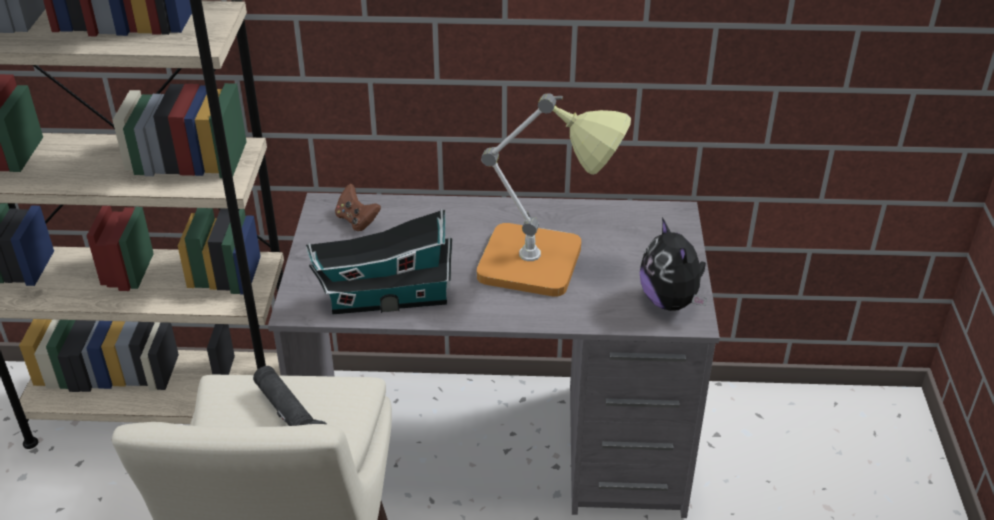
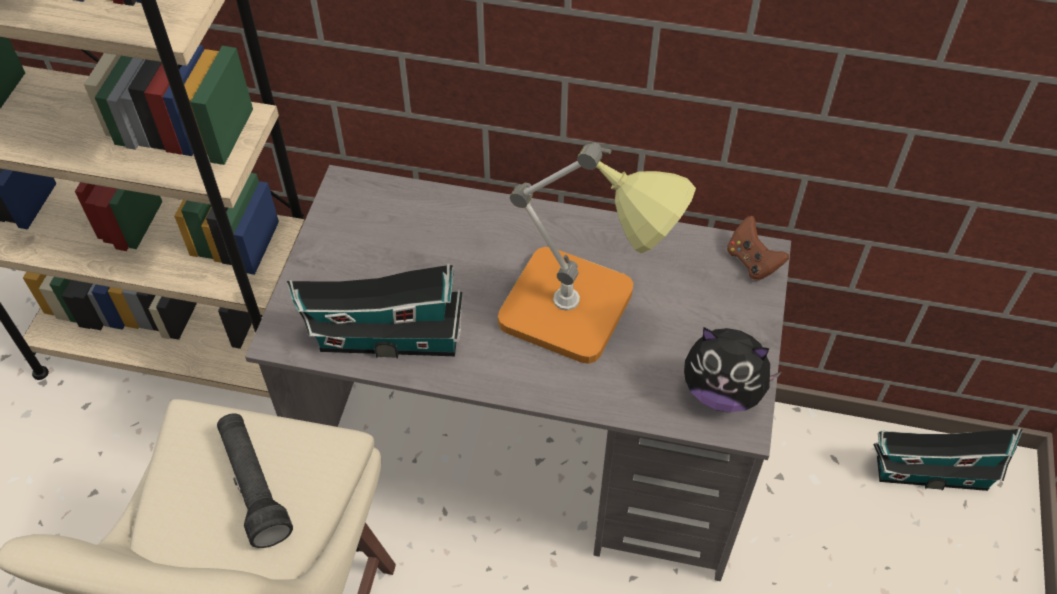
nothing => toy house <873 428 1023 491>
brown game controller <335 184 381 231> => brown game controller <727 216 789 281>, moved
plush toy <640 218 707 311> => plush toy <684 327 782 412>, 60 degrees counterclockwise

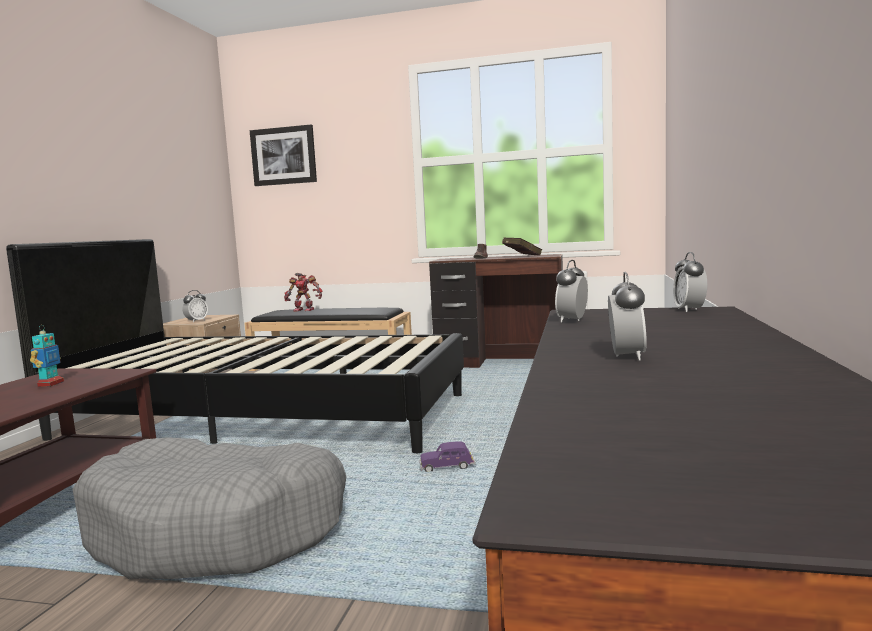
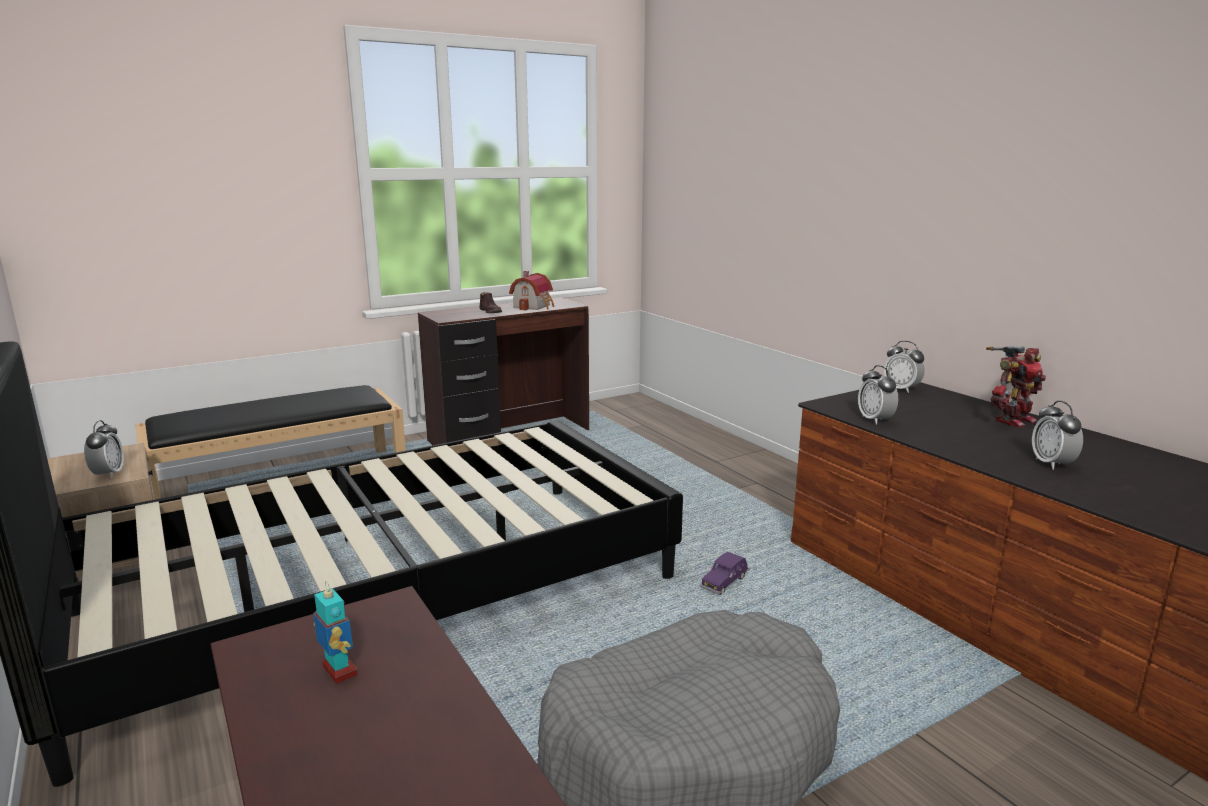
picture <250 124 317 186> => nothing
toy robot <284 273 323 311> => toy robot <986 346 1046 428>, moved
red book <502 238 542 256> => toy house <509 271 554 311>
alarm clock <608 272 647 361> => alarm clock <1032 401 1083 470>, 150 degrees counterclockwise

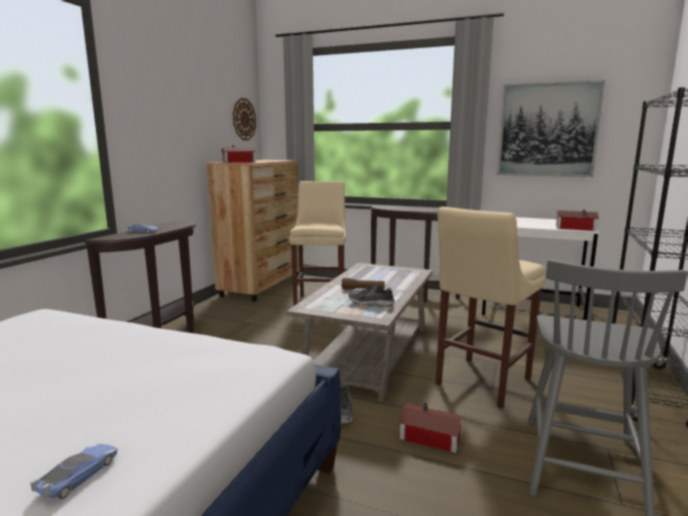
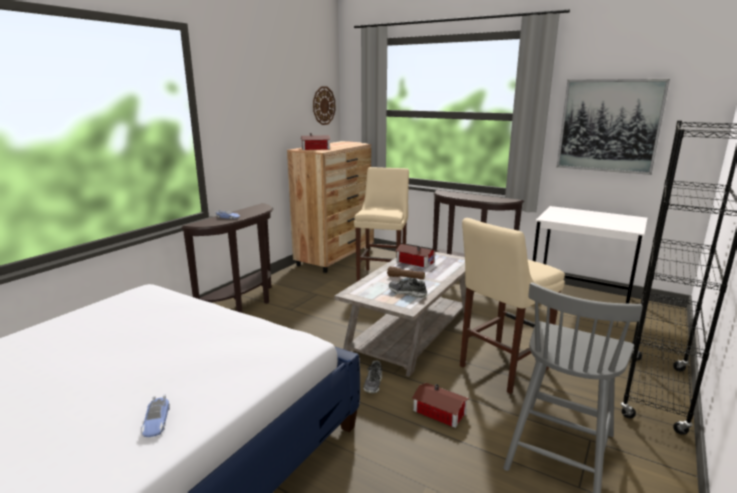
toy house <556 210 599 231> => toy house <396 244 436 268>, moved
toy car <30 444 118 499> => toy car <141 395 170 437>, 135 degrees clockwise

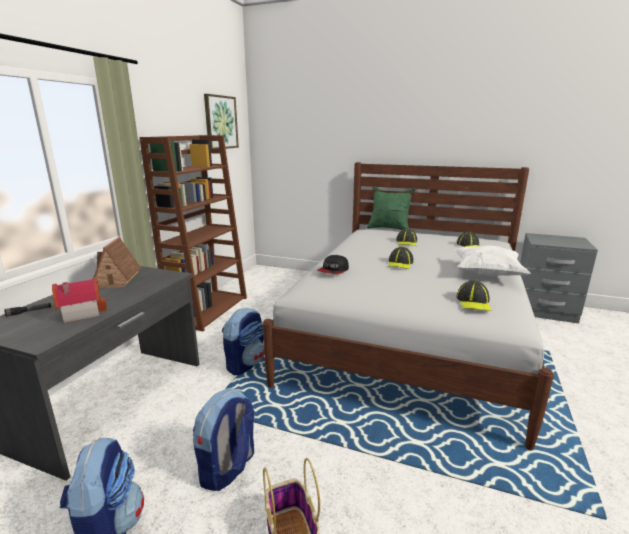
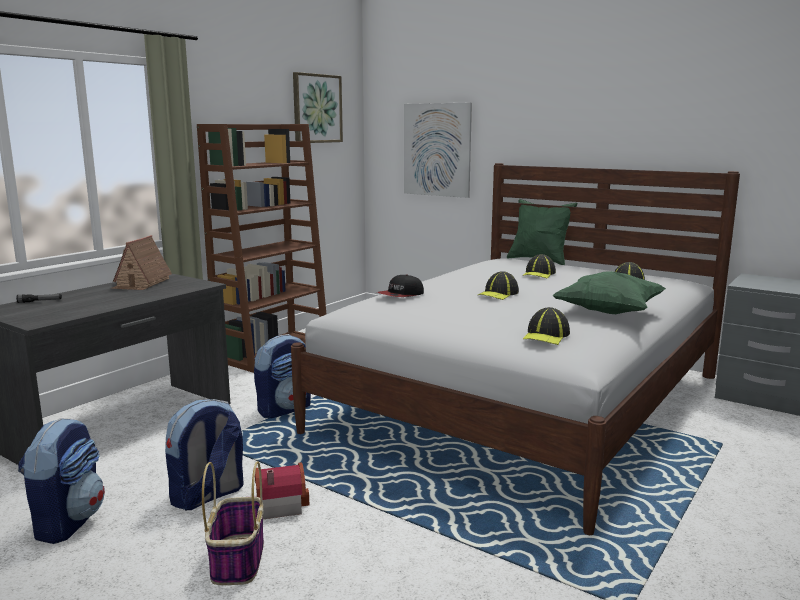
nothing => picture <404 102 472 198>
toy house <52 277 107 323> => toy house <255 462 309 519>, moved
white pillow <455 245 531 276> => green pillow <552 271 666 314>

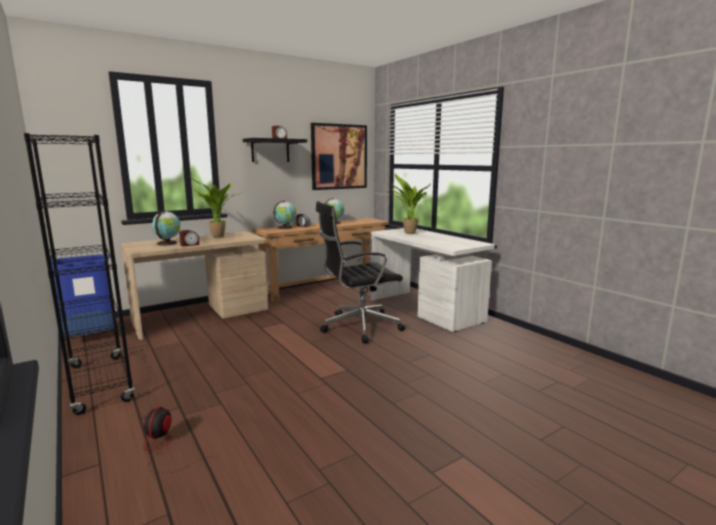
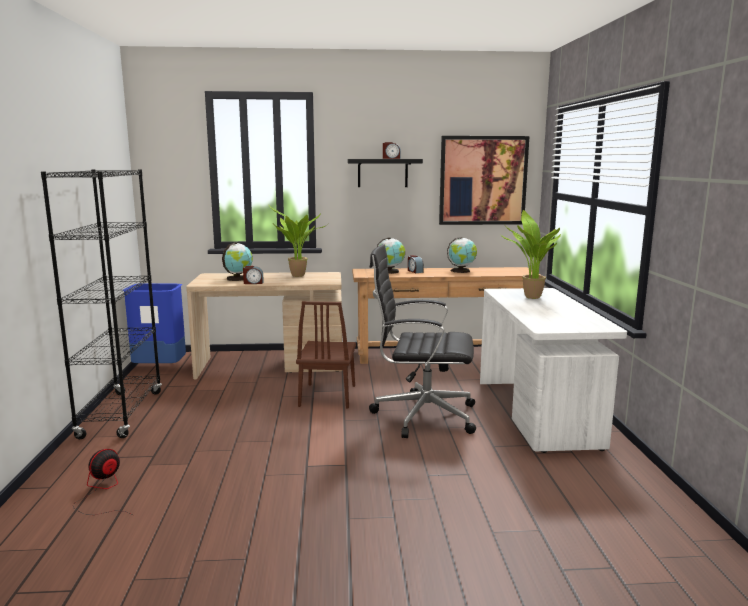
nothing => brown chair <296 301 356 408>

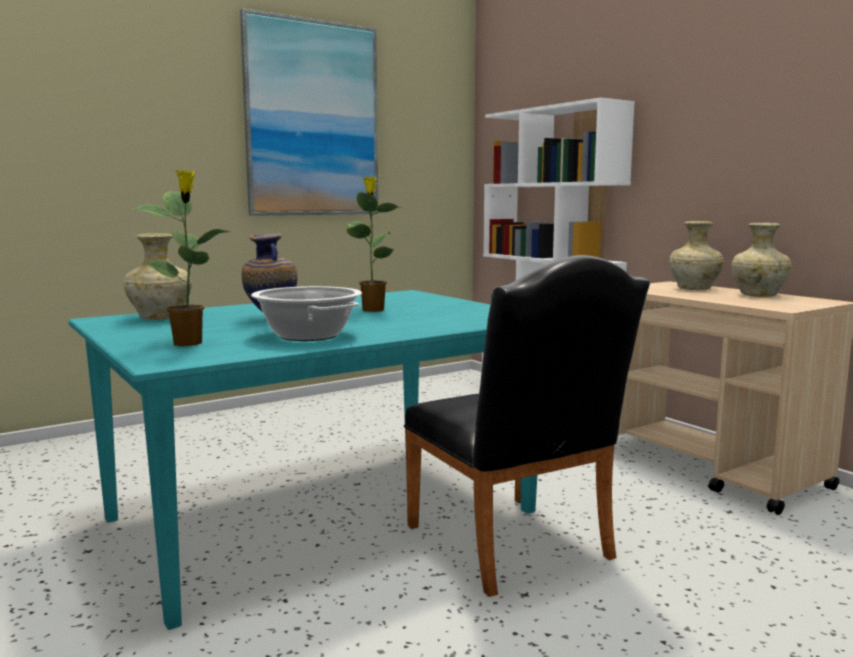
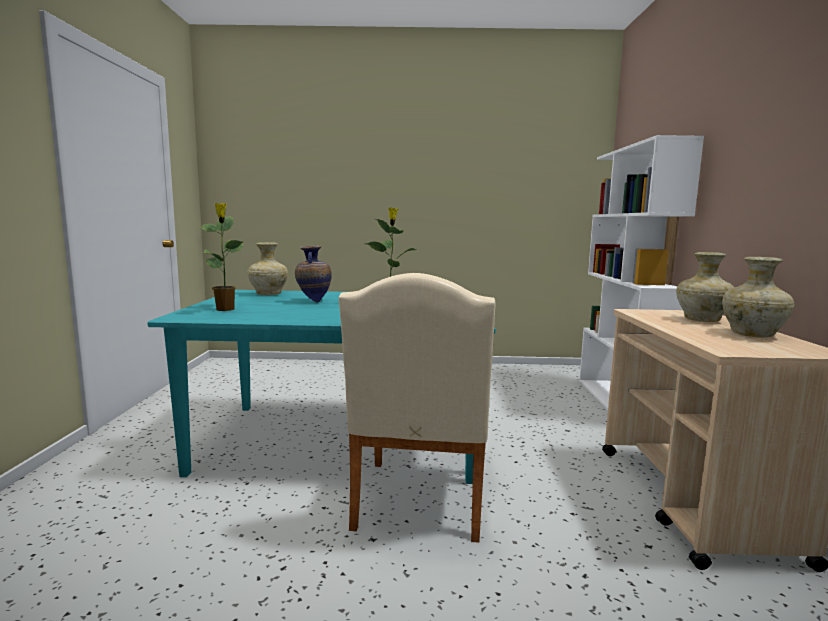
picture <240 8 378 216> => nothing
cooking pot <251 286 362 341> => nothing
black chair <404 255 650 597> => beige chair <339 273 495 543>

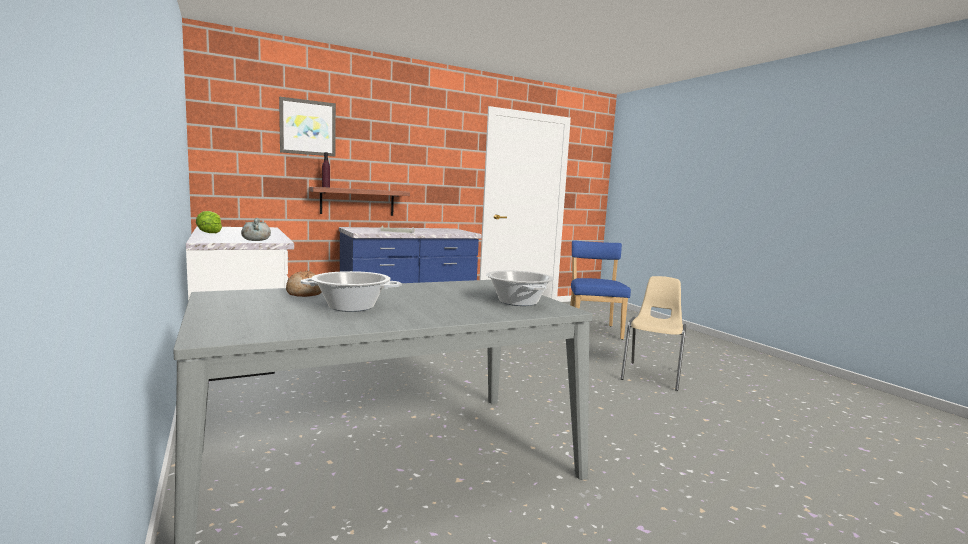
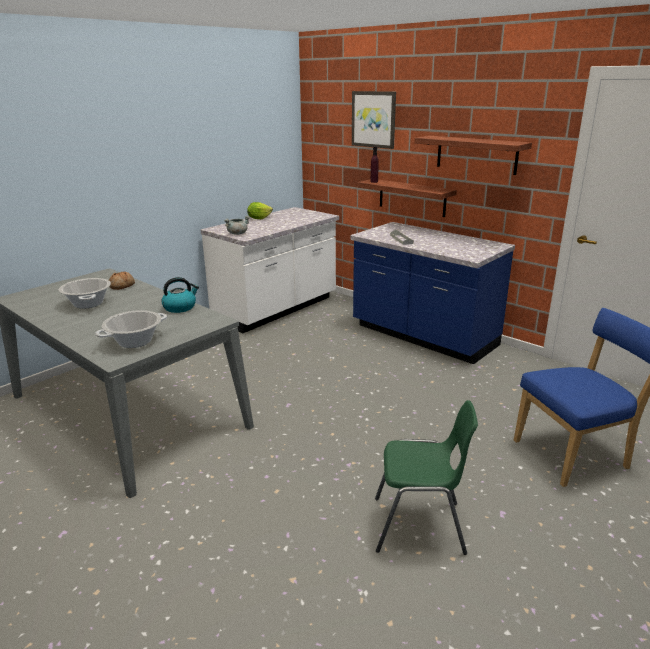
nothing => kettle <161 277 199 313>
nothing => shelf <415 136 532 175>
beige chair <621 276 686 391> => green chair <375 400 478 555>

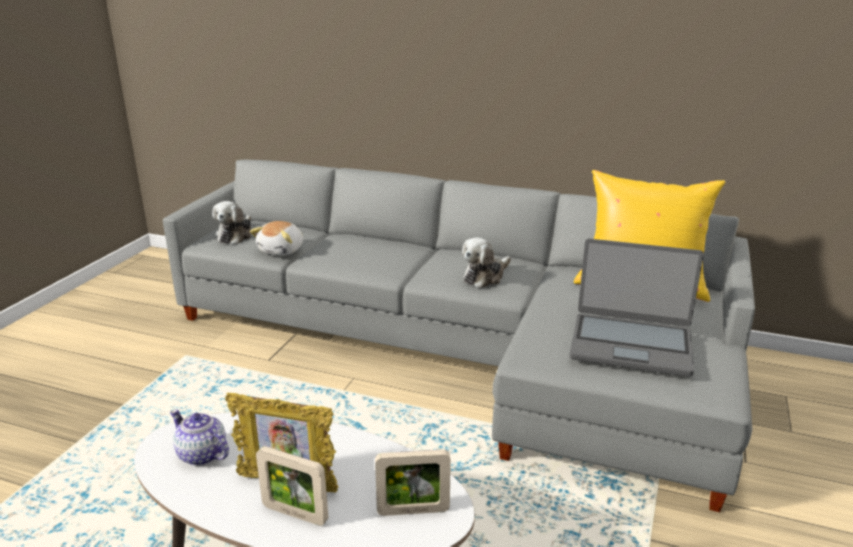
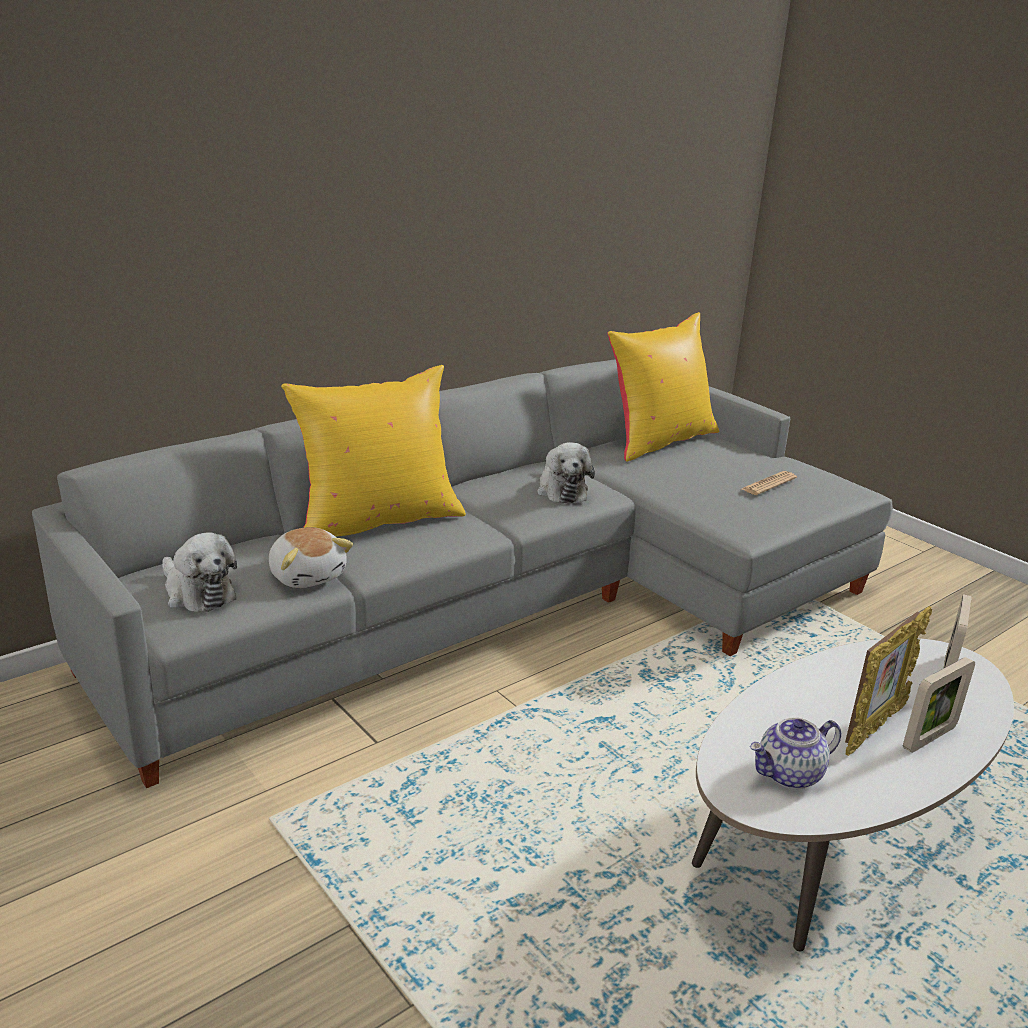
nothing => yellow pillow <281 365 466 537>
laptop <569 239 704 377> => newspaper <742 471 797 495>

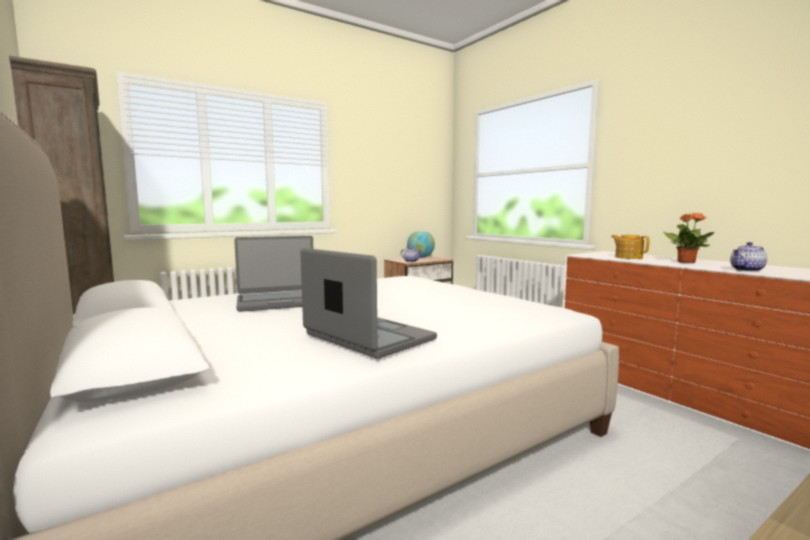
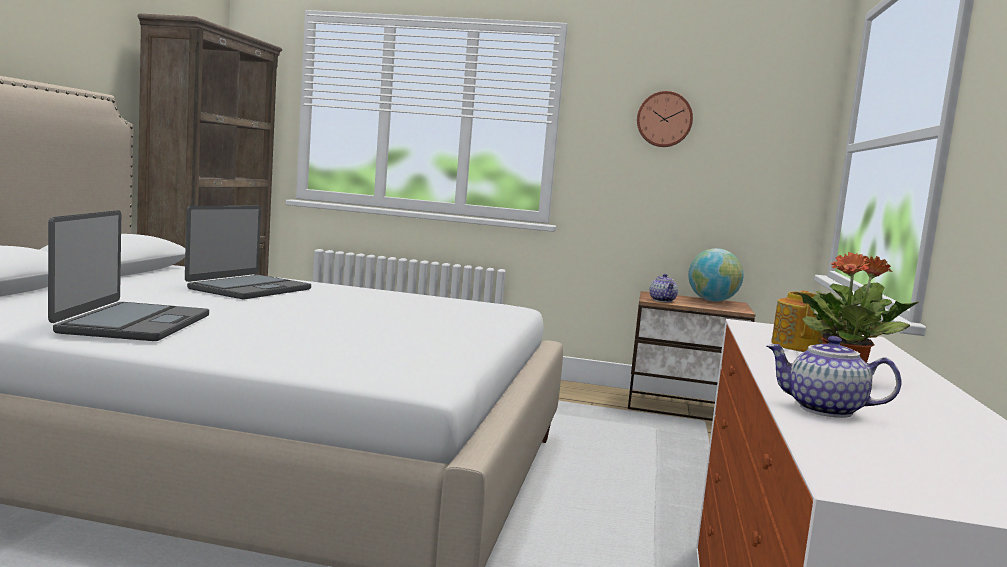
nothing => wall clock <637 91 693 147>
laptop <234 236 313 312> => laptop <185 206 311 299>, 90 degrees counterclockwise

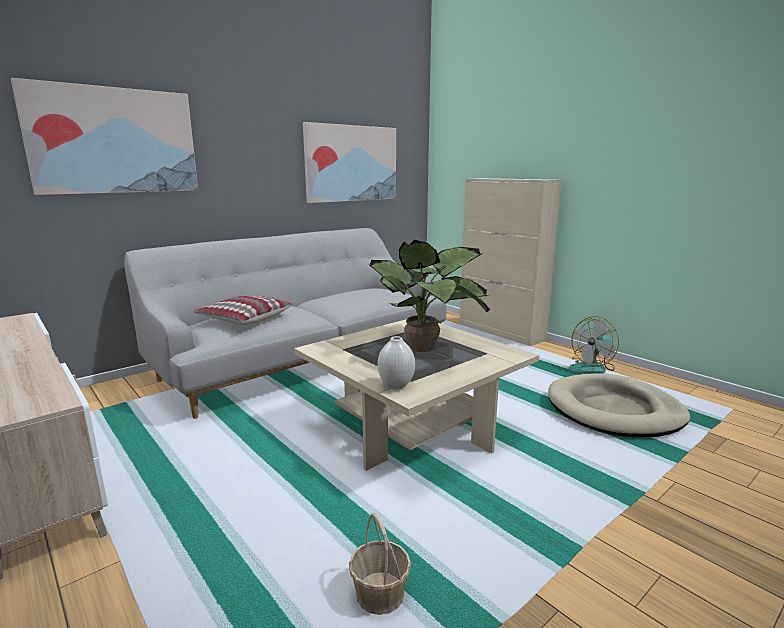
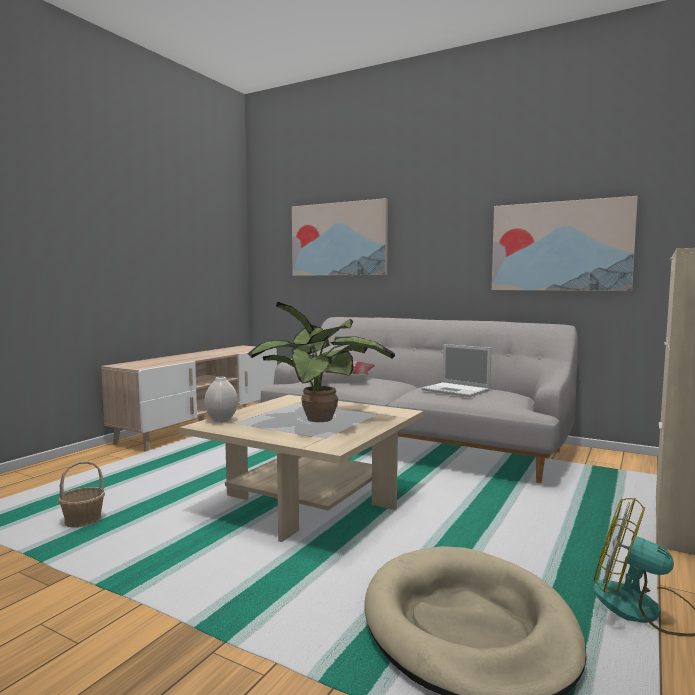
nothing => laptop <422 344 492 397>

